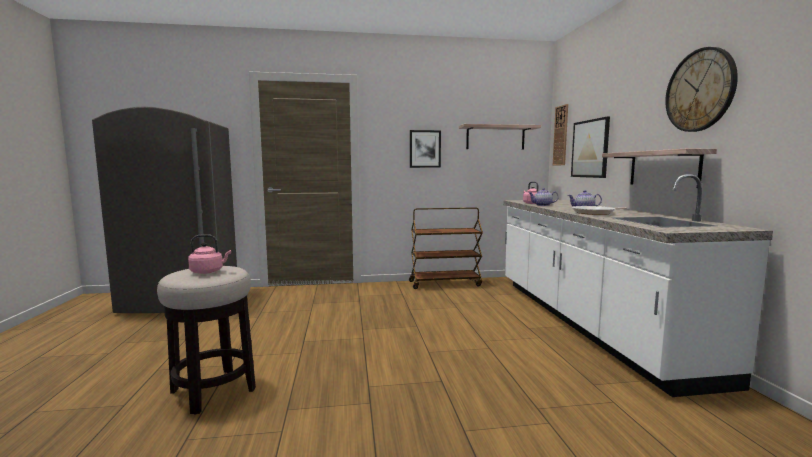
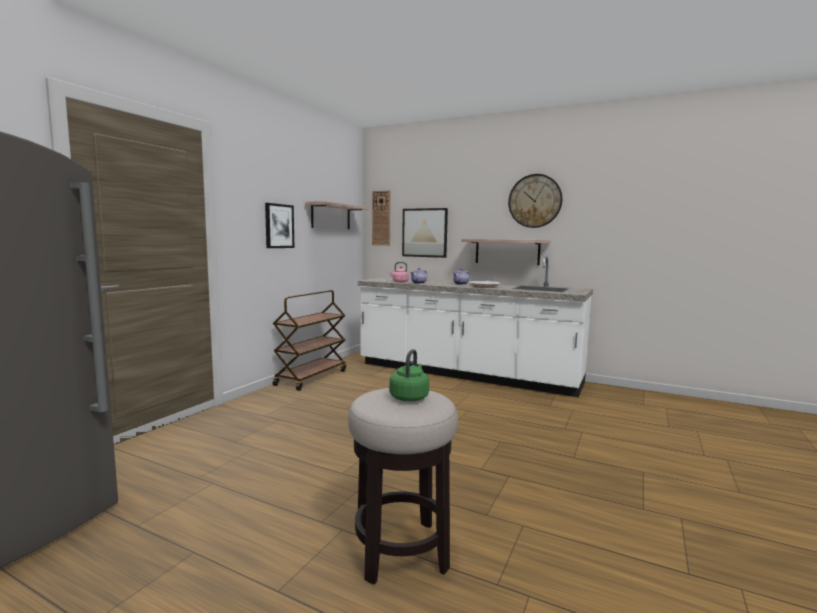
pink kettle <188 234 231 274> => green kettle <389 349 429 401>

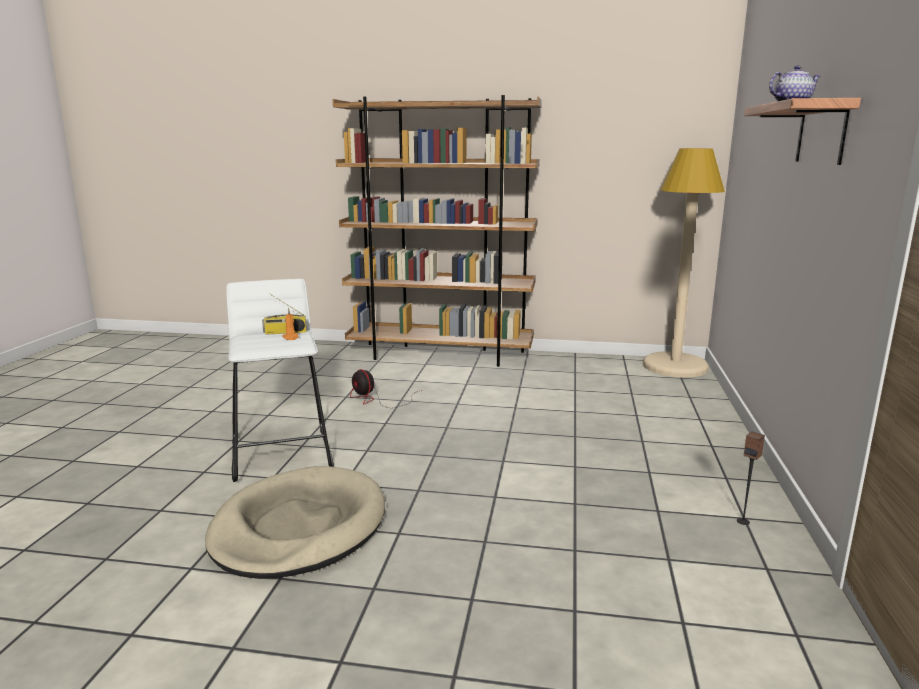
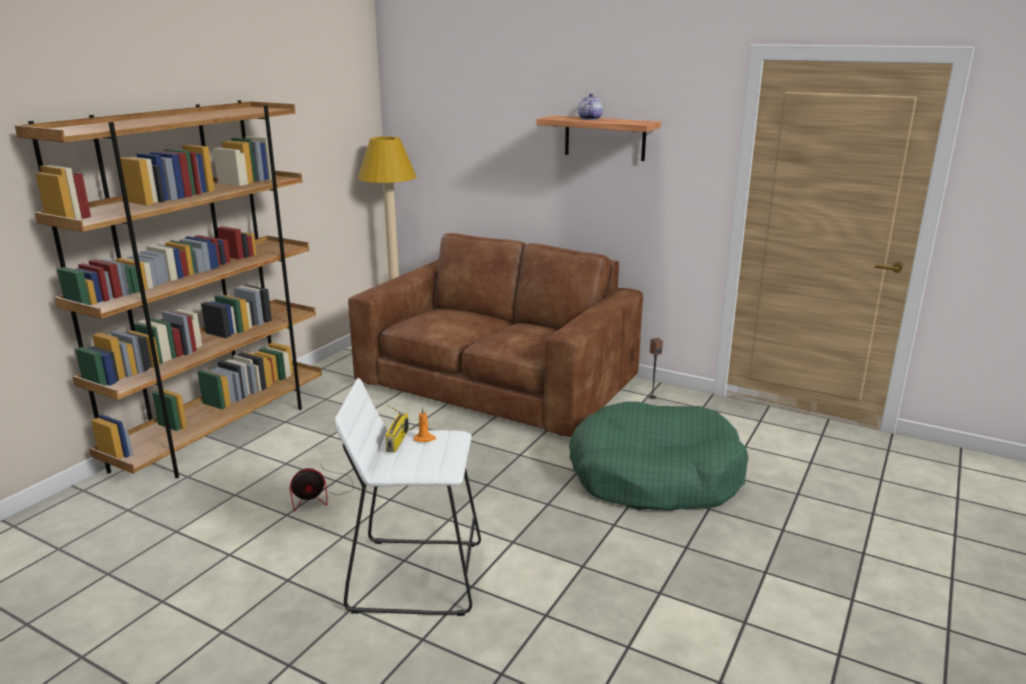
beige dog bed <205 466 385 579> => nothing
nothing => brown sofa <348 233 643 437>
nothing => green dog bed <569 401 749 511>

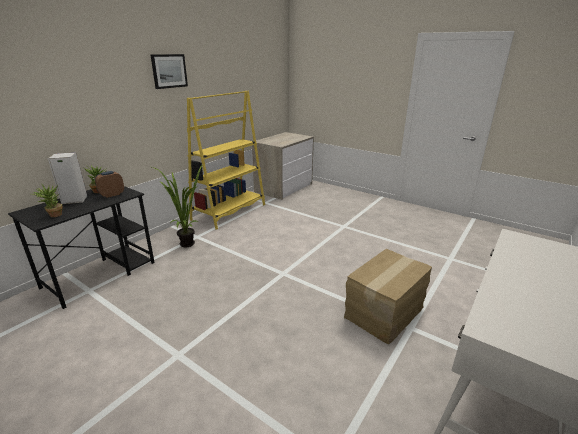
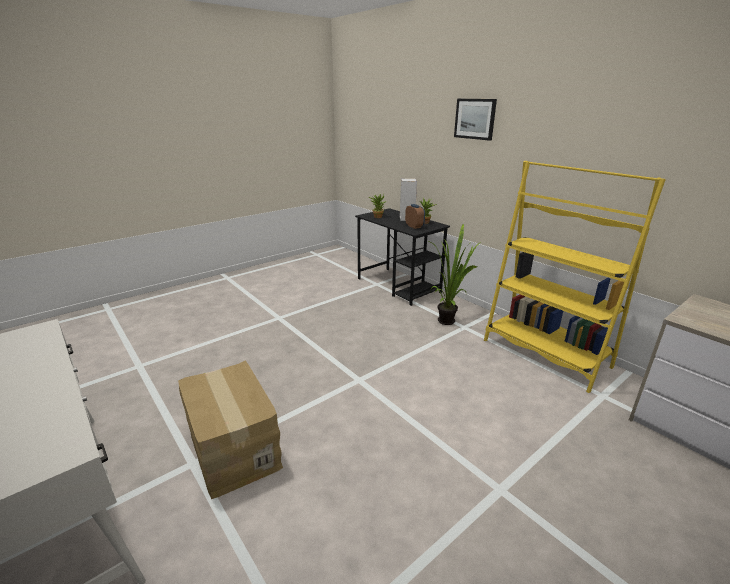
picture <151 54 188 89> => picture <454 99 497 141>, moved

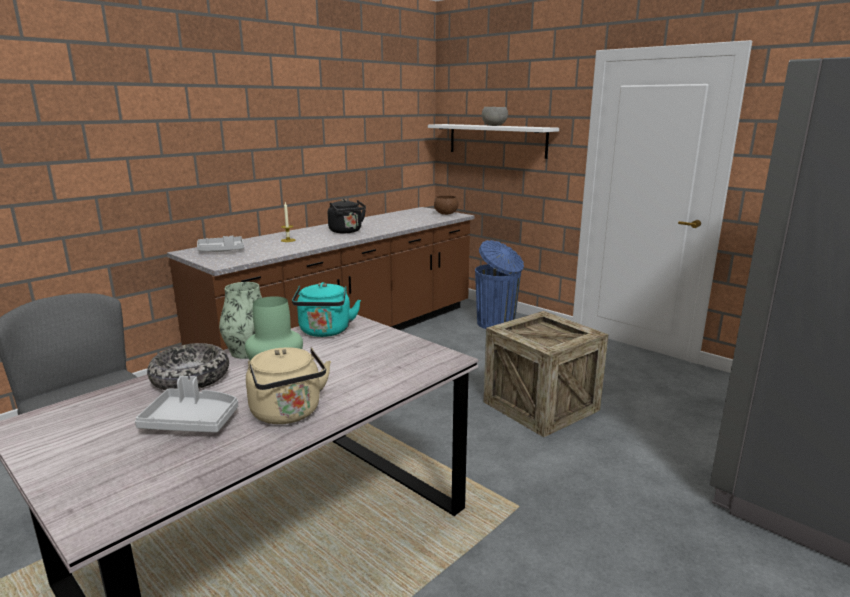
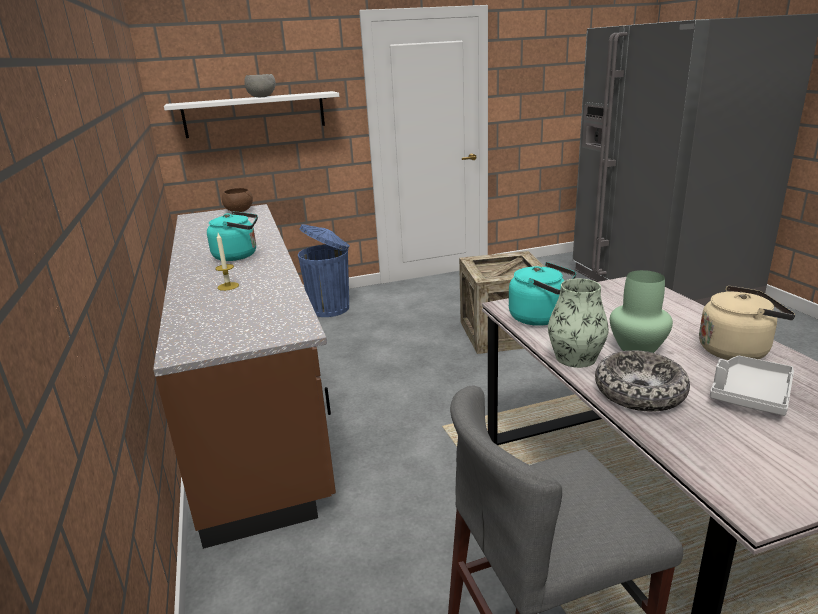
grey tray <197 235 244 252> => nothing
black kettle <328 199 366 233> => turquoise kettle <207 211 258 261>

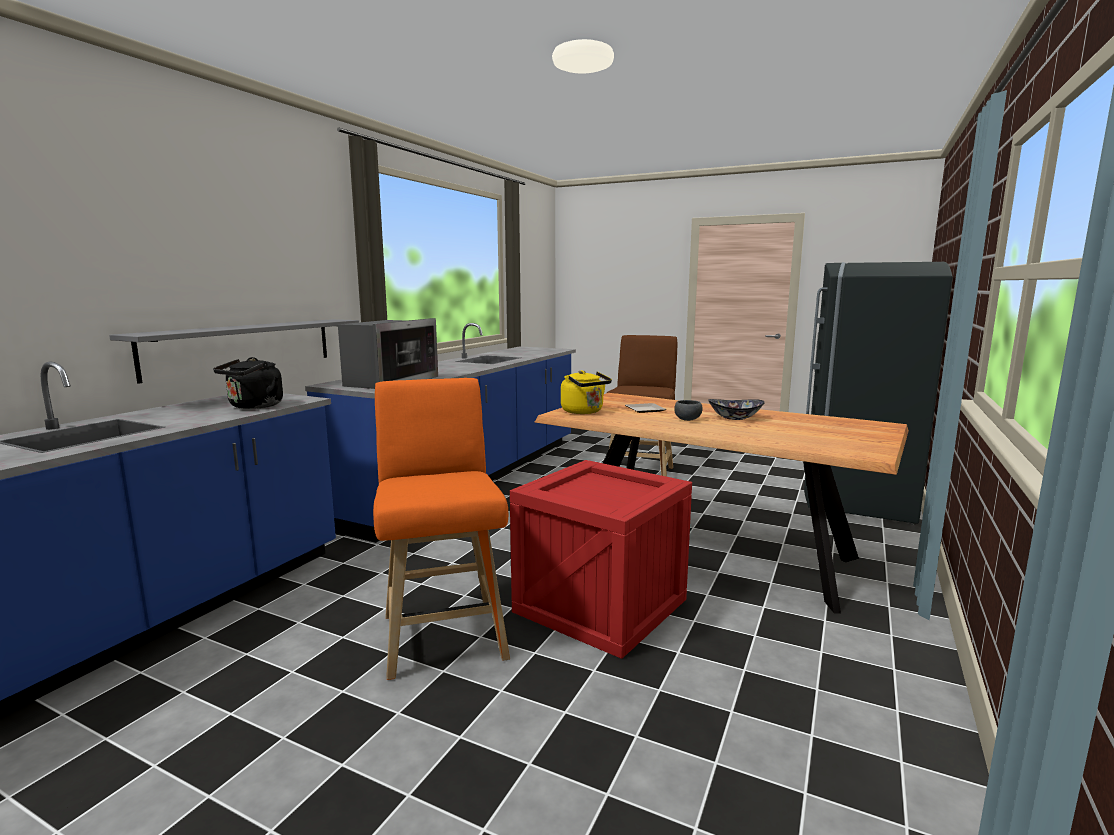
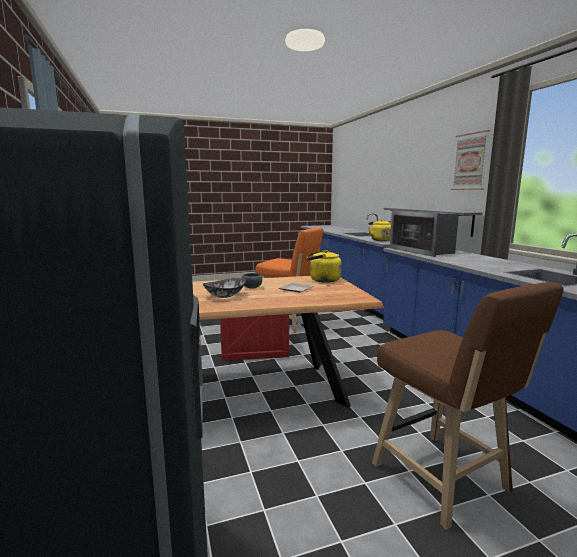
nothing => picture <451 130 490 190>
black kettle <213 357 283 409> => yellow kettle <368 220 391 241>

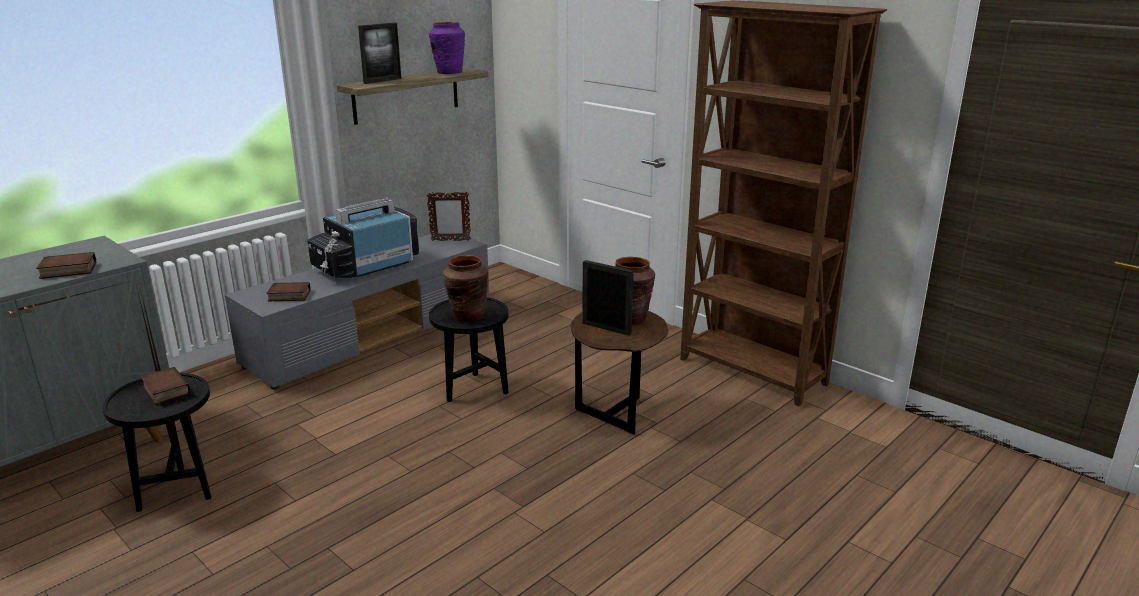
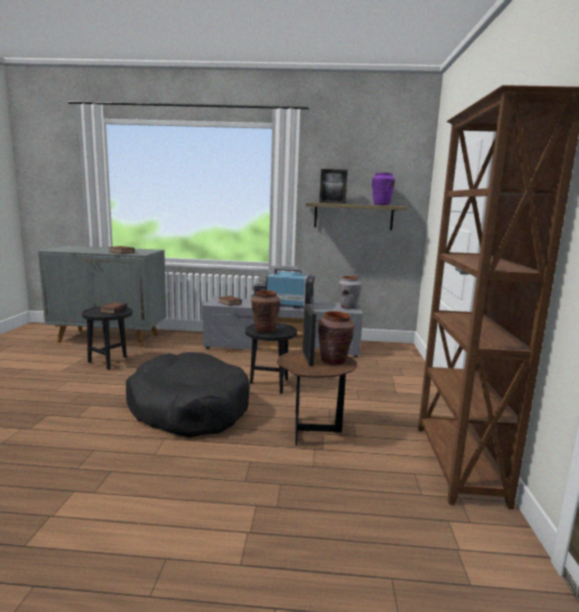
nothing => black dog bed <126 352 250 438>
picture frame <427 192 471 241> => grey vase <339 276 362 309>

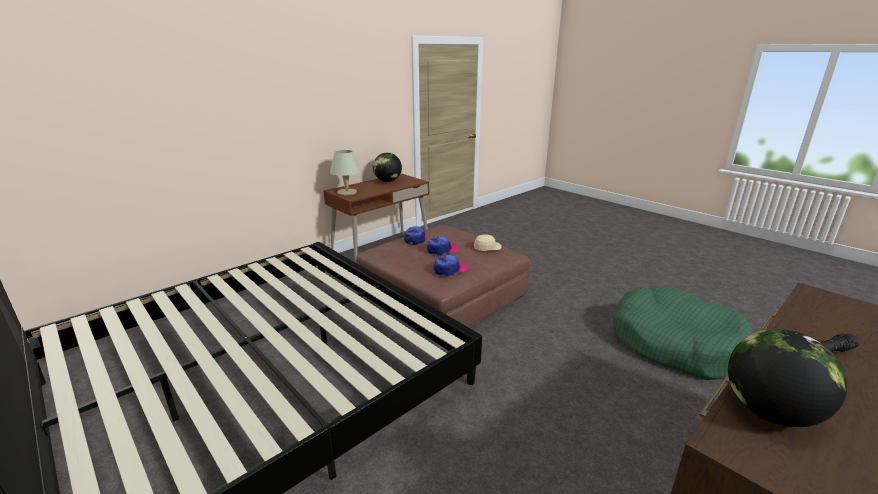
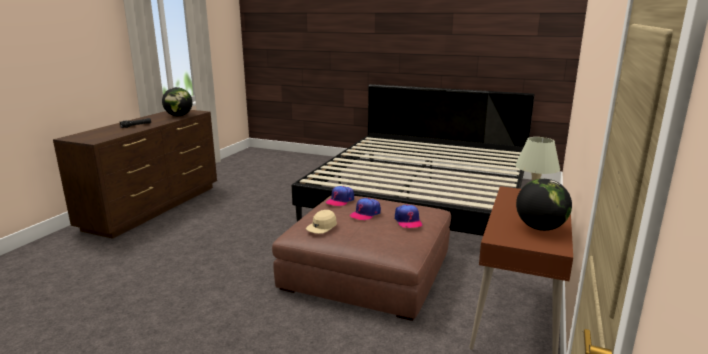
green dog bed <613 287 752 380> => nothing

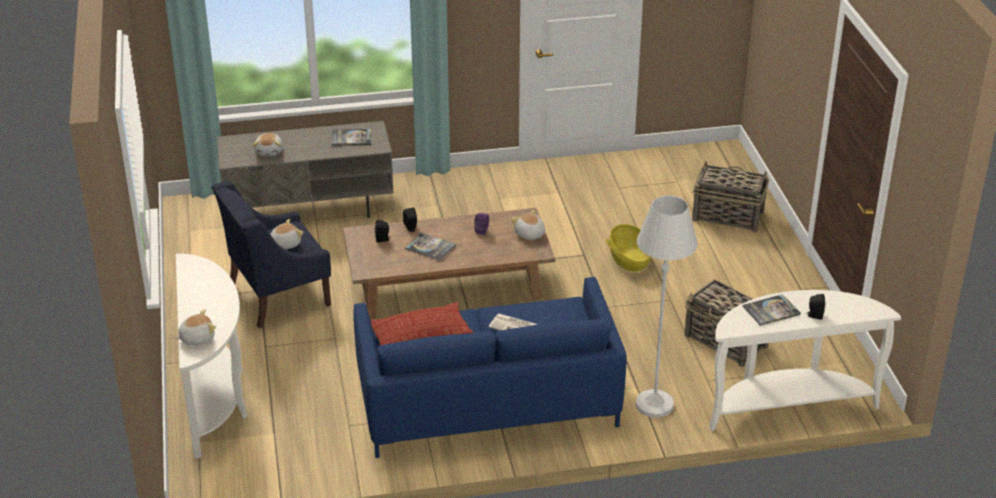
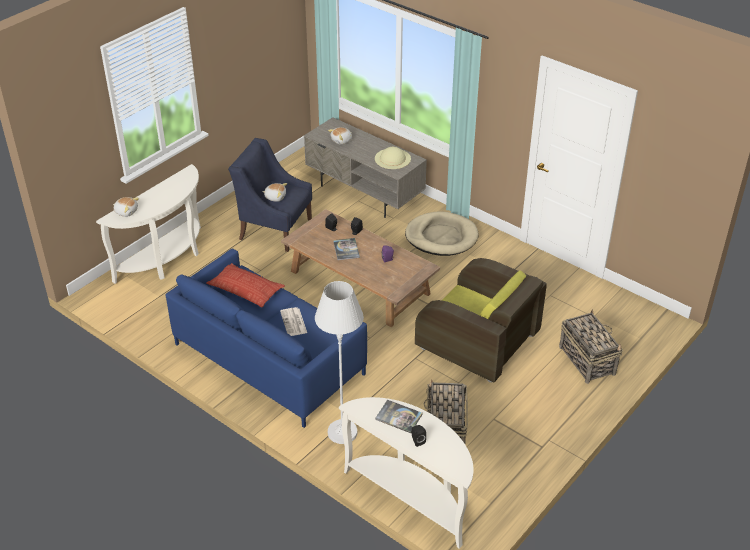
plush toy <511 210 545 240> => nothing
nothing => beige dog bed <405 212 478 256>
book <332 129 371 146> => beige hat <375 147 411 169>
basket <605 224 652 272> => brown armchair <415 258 547 382>

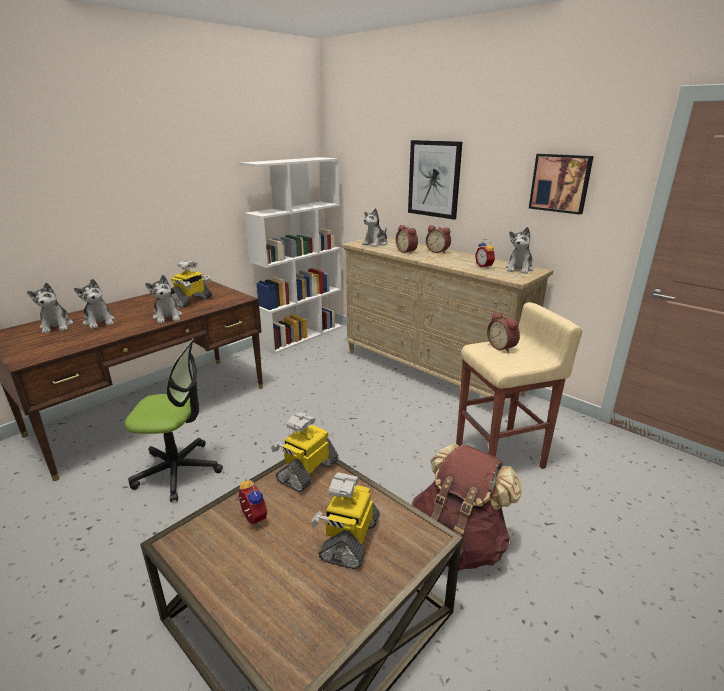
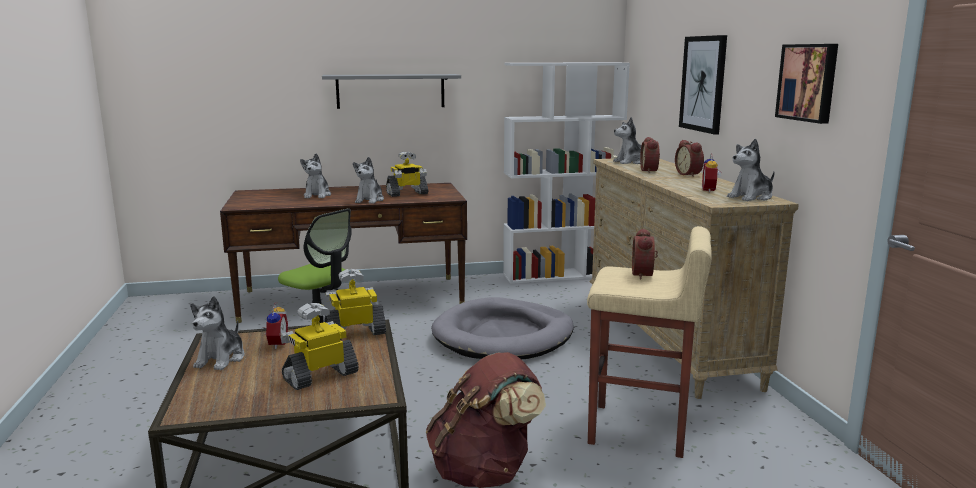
nothing => grey shelf <322 74 461 109>
nothing => grey dog bed <431 297 574 359>
plush toy <27 282 73 334> => plush toy <190 296 245 370>, moved

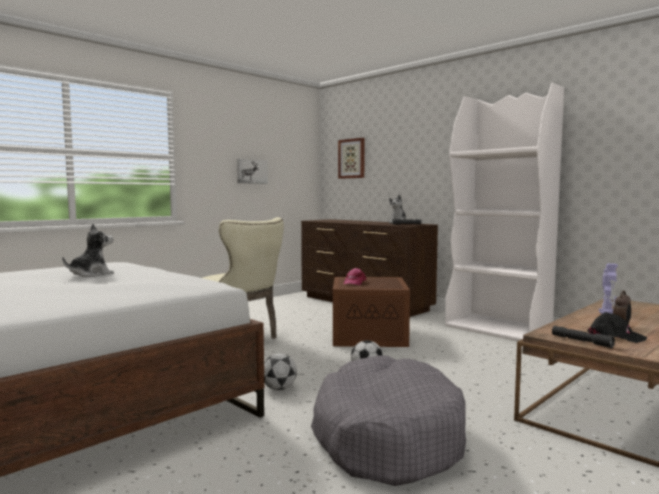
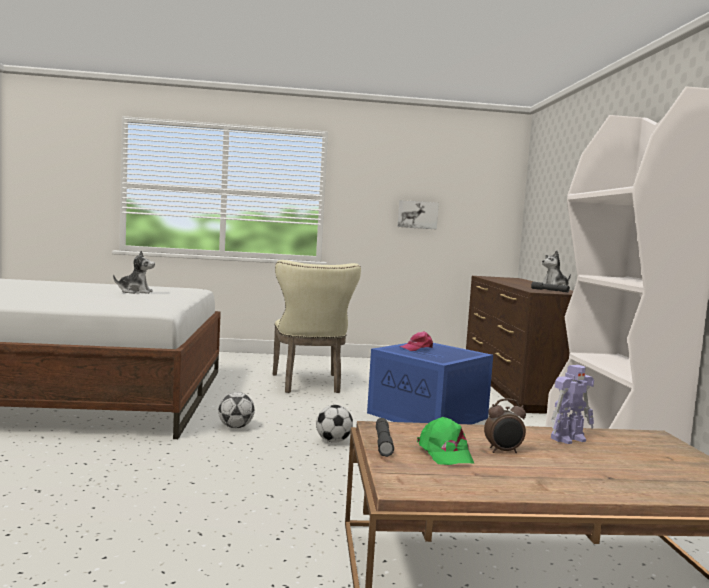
grey dog bed <311 355 466 486> => nothing
picture <338 138 365 179> => nothing
brown storage box <333 277 410 347> => blue storage box <367 343 493 424>
black cap <587 312 647 343> => green cap <417 417 474 465>

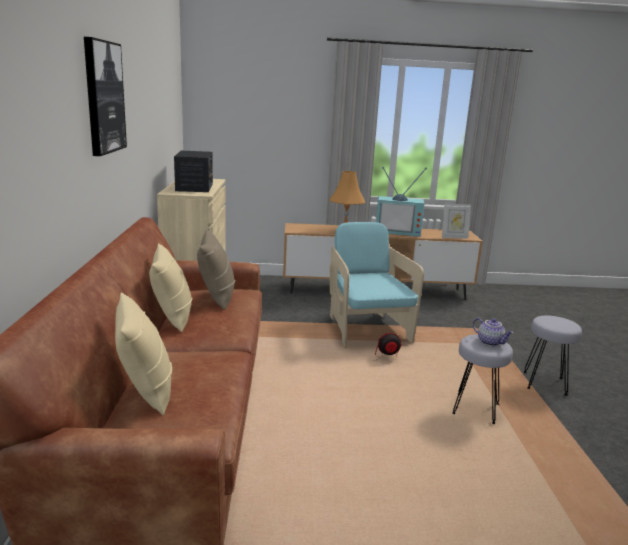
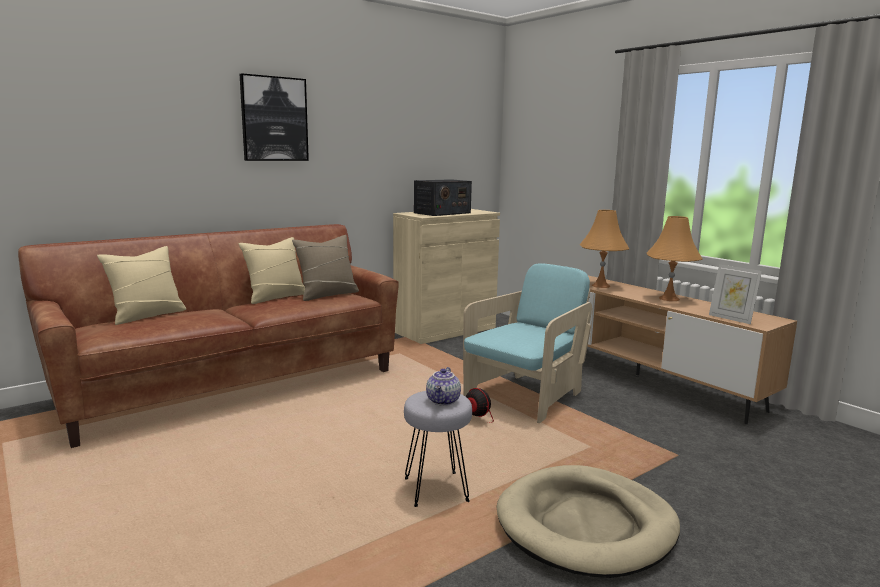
television <376 166 427 237> => orange table lamp <646 216 702 301>
grey stool <523 315 582 396> => beige dog bed <497 465 680 578>

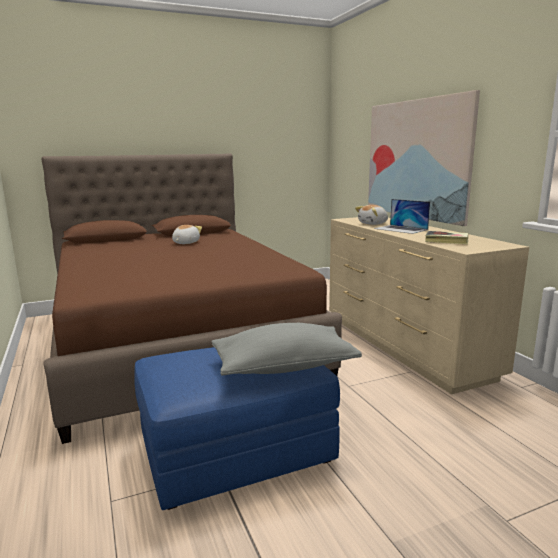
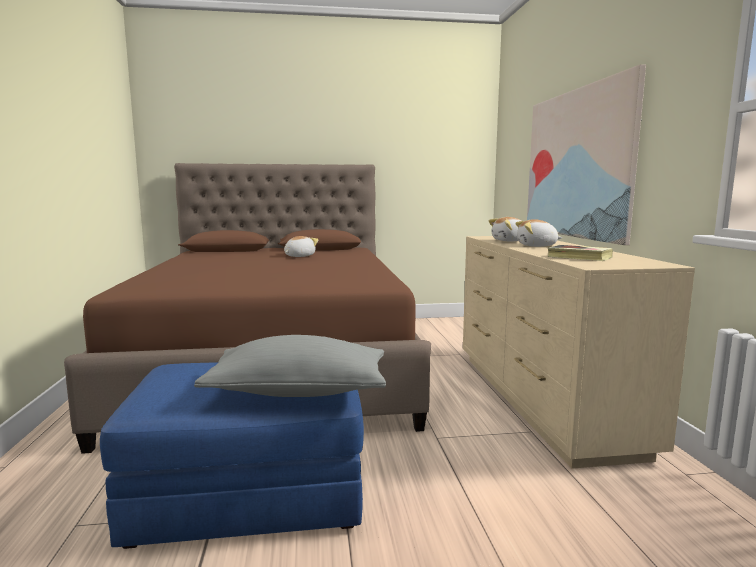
laptop <374 199 430 234> => plush toy <515 219 562 247>

